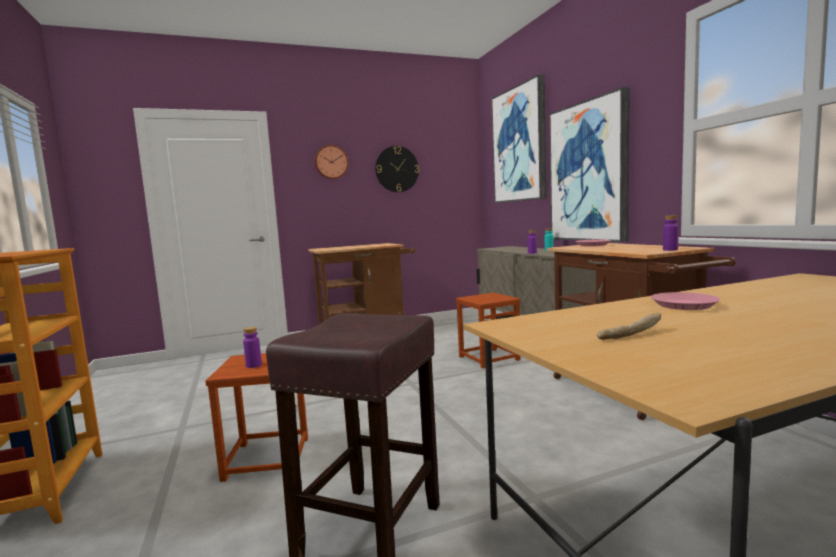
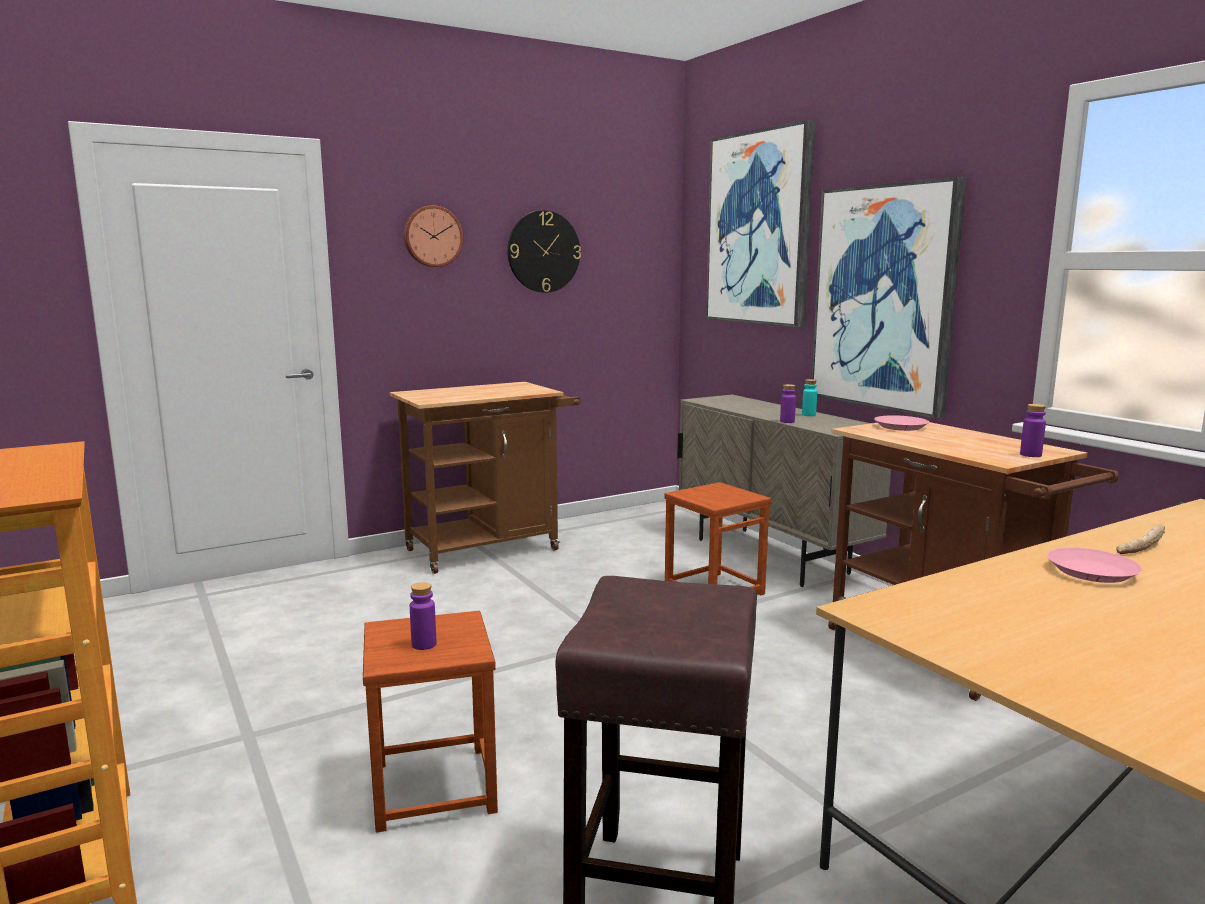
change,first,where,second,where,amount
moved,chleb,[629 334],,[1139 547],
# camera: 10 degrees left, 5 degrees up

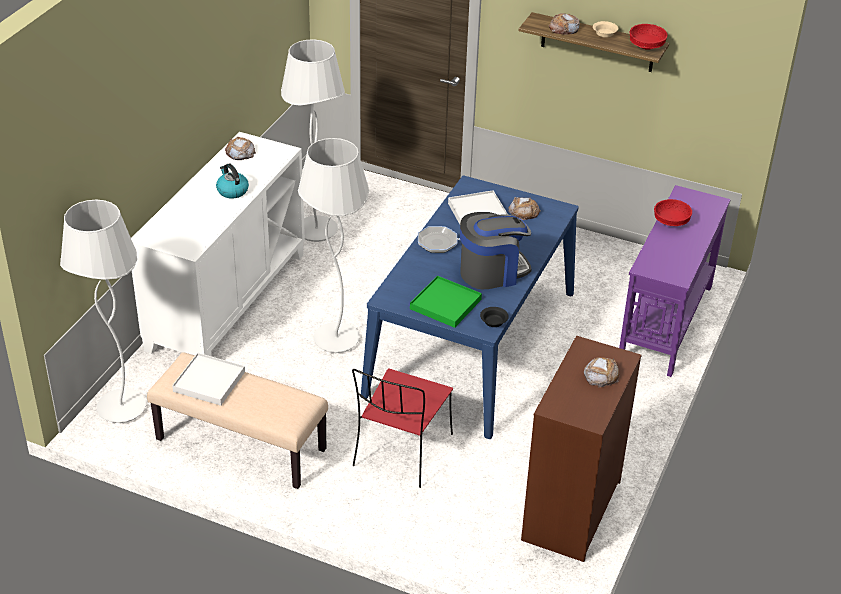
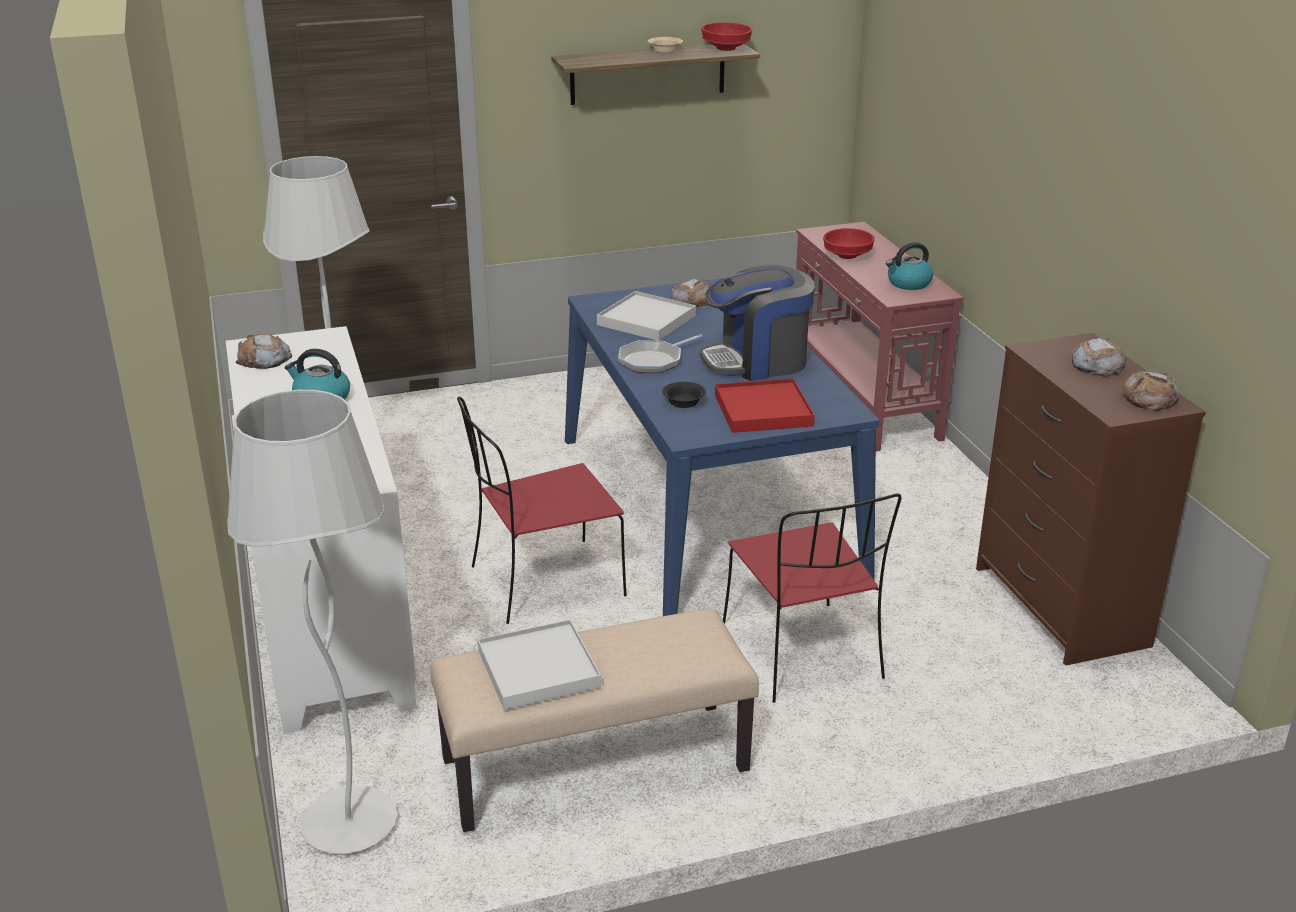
change,first,where,second,where,amount
added,,,czajnik,[908 283],
moved,miska (czarny),[493 321],,[682 402],
moved,chleb,[564 28],,[1150 398],
replaced,lampa stojąca (biały),[336 340],krzesło (czerwony),[543 582],
recoloured,taca (zielony),[445 304],taca (czerwony),[763 410],
recoloured,stolik konsolowy (fioletowy),[665 322],stolik konsolowy (czerwony),[863 399],
turned,ekspres do kawy,[492 271],,[757 361],135 degrees counterclockwise
# camera: 40 degrees left, 10 degrees down

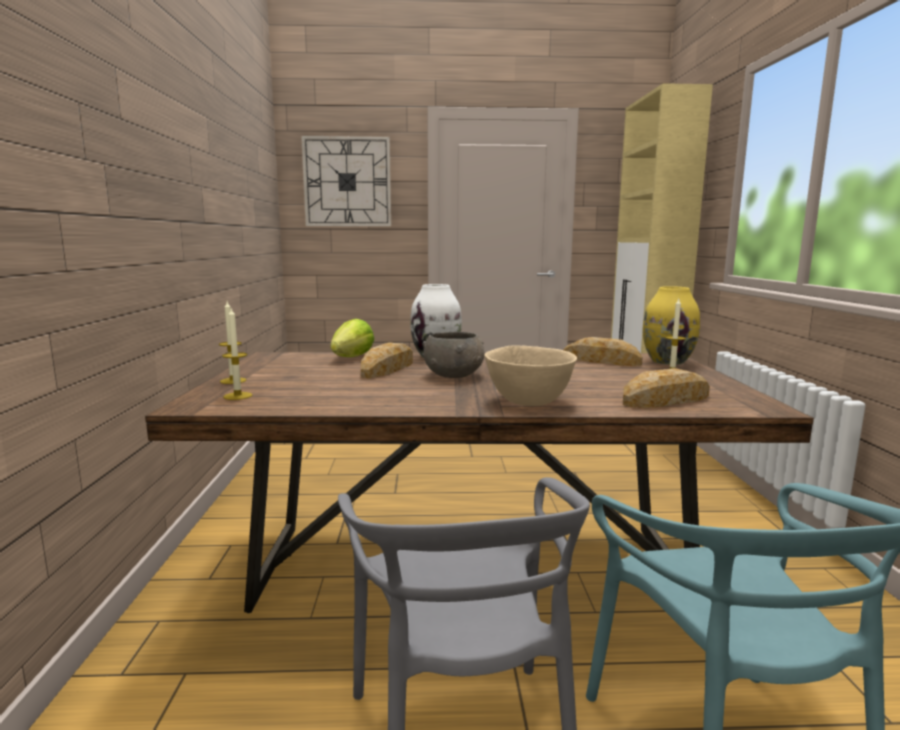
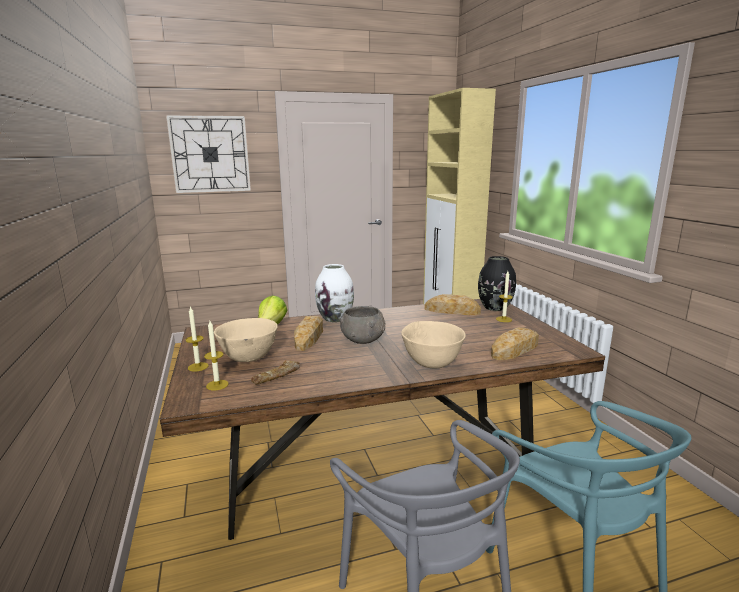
change,first,where,second,where,amount
added,,,miska (beżowy),[248 358],
added,,,chleb,[277 376],
recoloured,wazon (żółty),[668 361],wazon (czarny),[495 307],
# camera: 15 degrees left, 5 degrees up

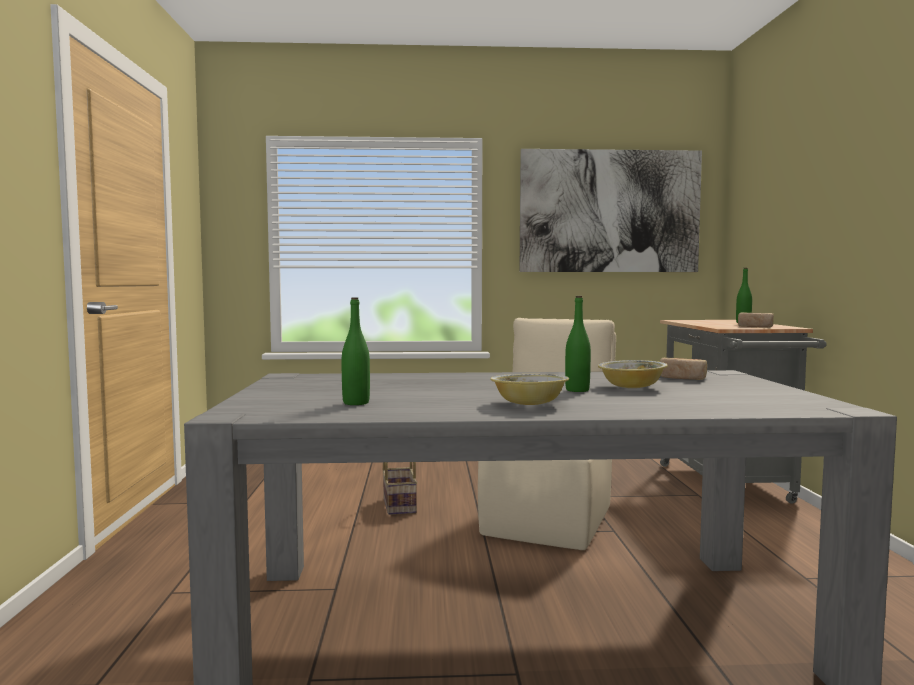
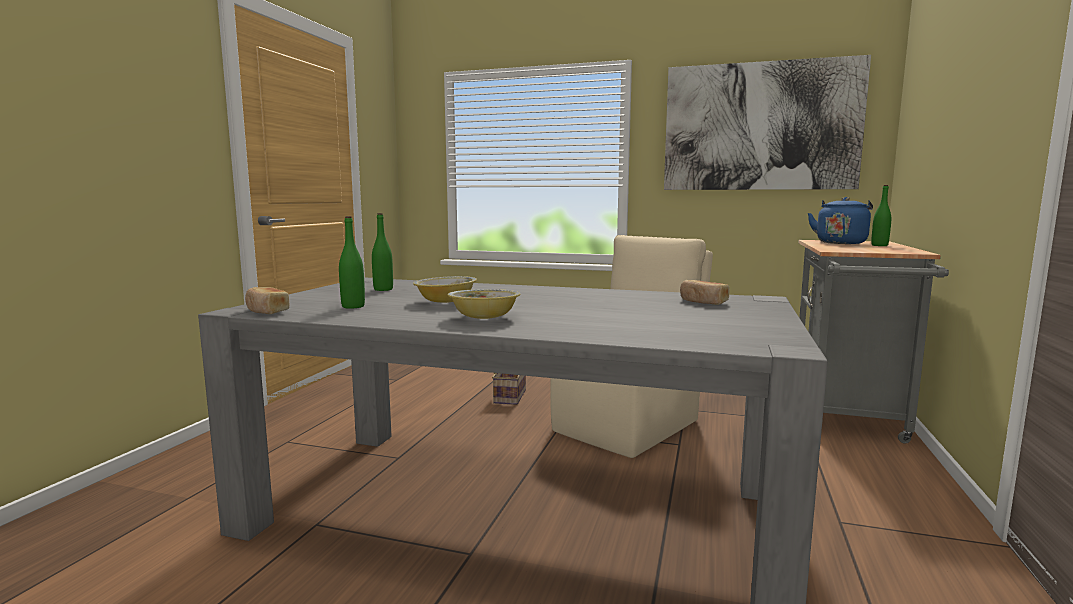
change,first,where,second,where,amount
added,,,czajnik (niebieski),[841 243],
moved,butelka (zielony),[577 390],,[383 289],
moved,miska,[631 387],,[445 301],
moved,chleb,[755 327],,[266 311],
# camera: 20 degrees right, 5 degrees up

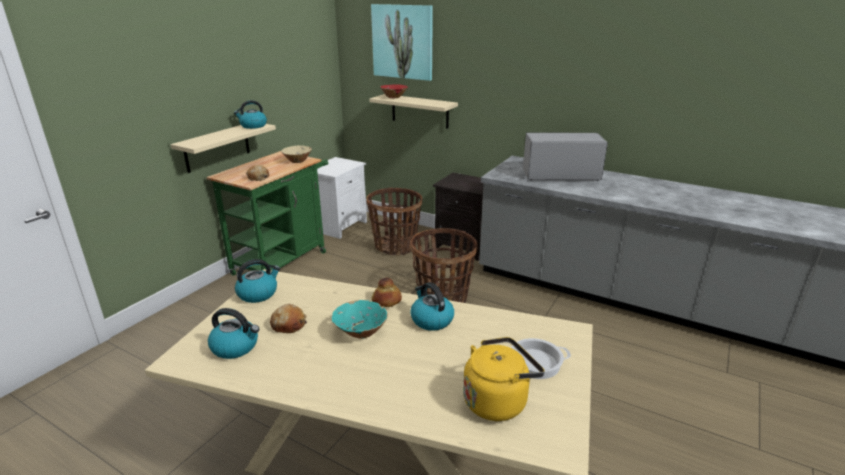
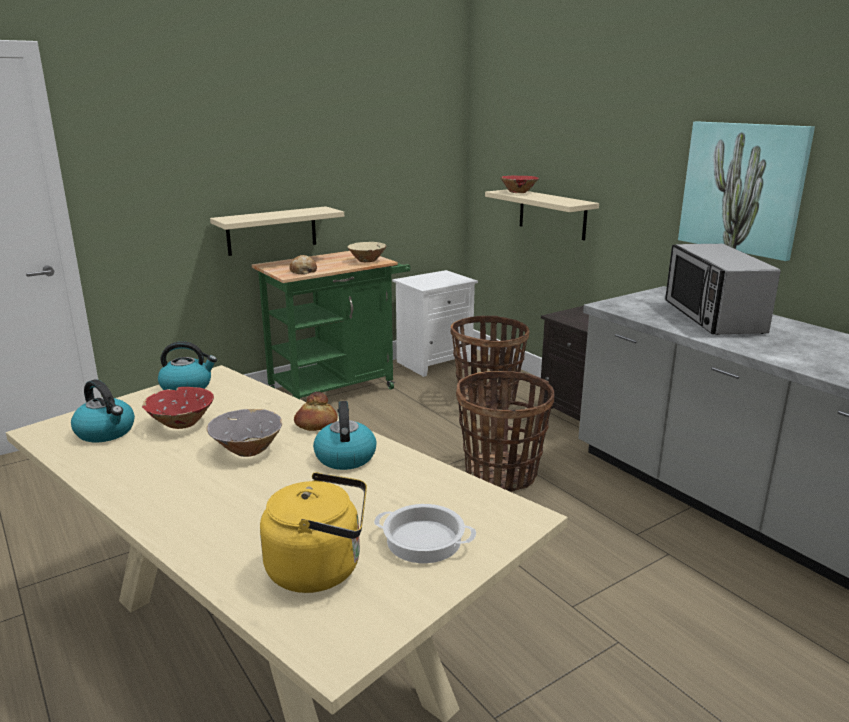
change,first,where,second,where,amount
removed,czajnik,[253 126],,,
moved,obraz,[402 42],,[742 188],
replaced,chleb,[289 324],miska (czerwony),[182 423],
recoloured,miska (turkusowy),[361 332],miska (szary),[248 449],
turned,mikrofalówka,[560 175],,[712 317],120 degrees counterclockwise
# camera: 25 degrees right, 5 degrees down

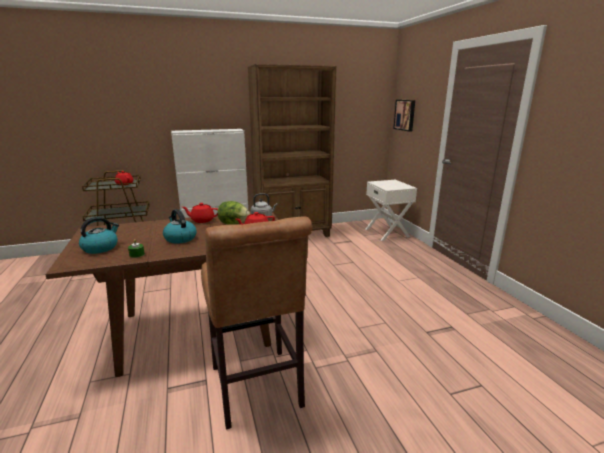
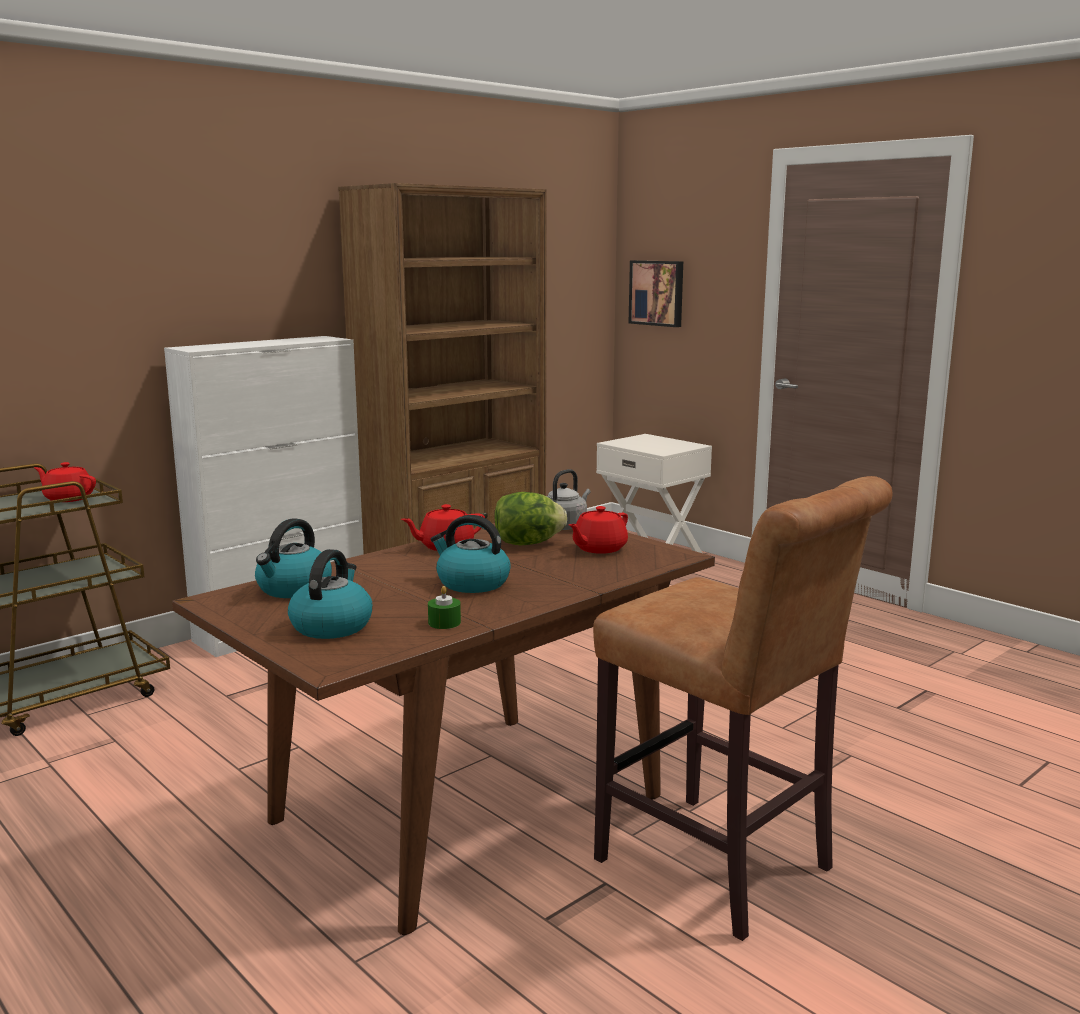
change,first,where,second,where,amount
added,,,czajnik,[294 589],
# camera: 25 degrees left, 5 degrees down

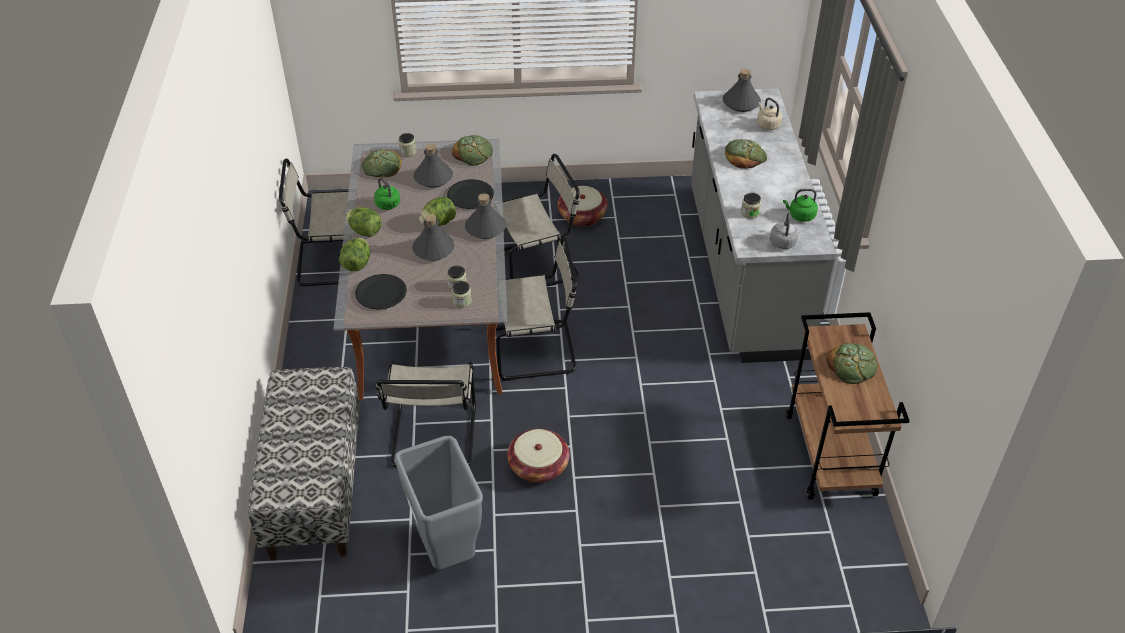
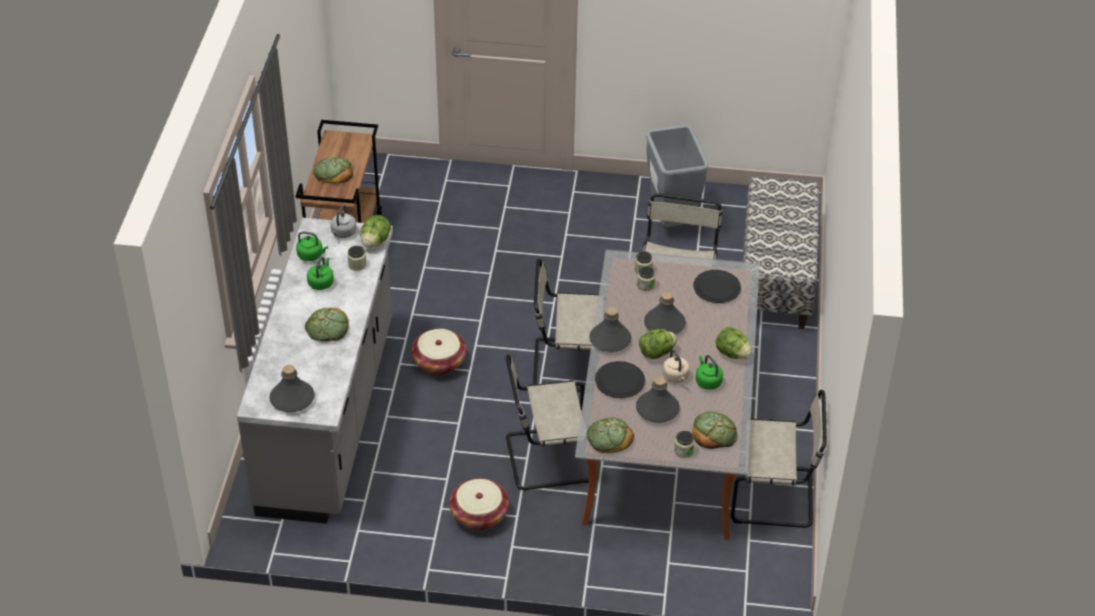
change,first,where,second,where,amount
added,,,czajnik (zielony),[321 282],
moved,sałata,[357 264],,[375 242],
moved,koszyk,[538 466],,[439 362],
moved,czajnik (beżowy),[767 125],,[676 377],
# camera: 170 degrees left, 0 degrees up

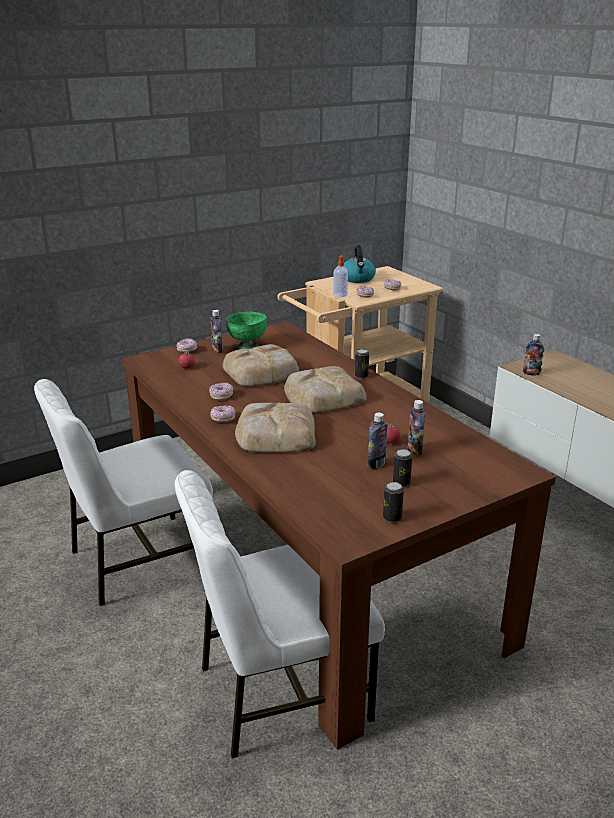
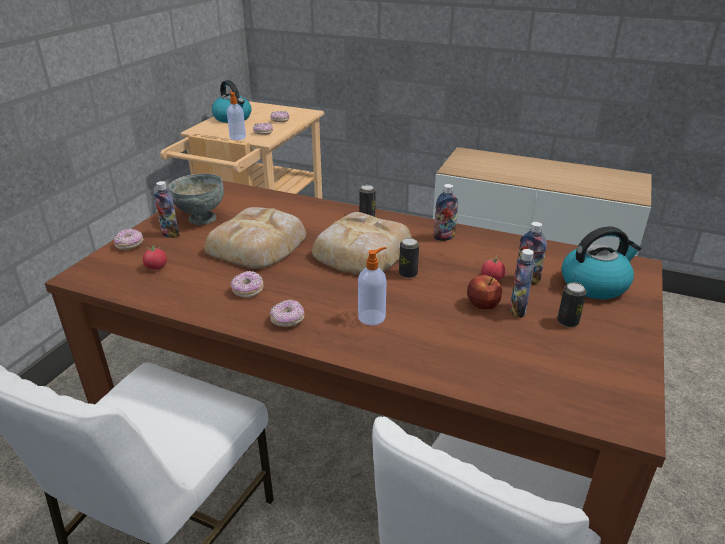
change,first,where,second,where,amount
added,,,jabłko,[482 305],
added,,,czajnik,[594 284],
moved,puszka,[392 517],,[408 273],
moved,butelka,[531 373],,[444 237],
replaced,chleb,[275 434],dozownik mydła,[372 317],
recoloured,miska (zielony),[247 346],miska (szary),[201 219],
# camera: 35 degrees left, 5 degrees up

